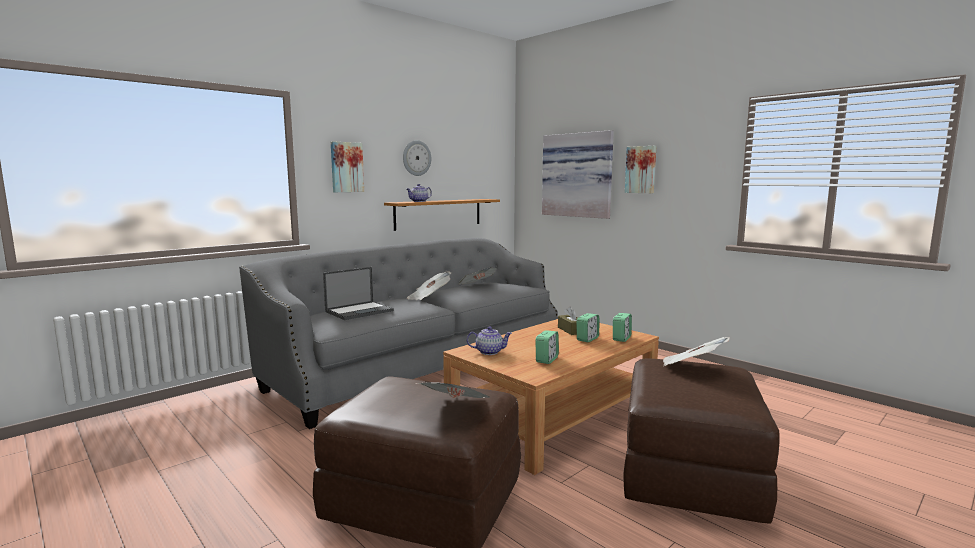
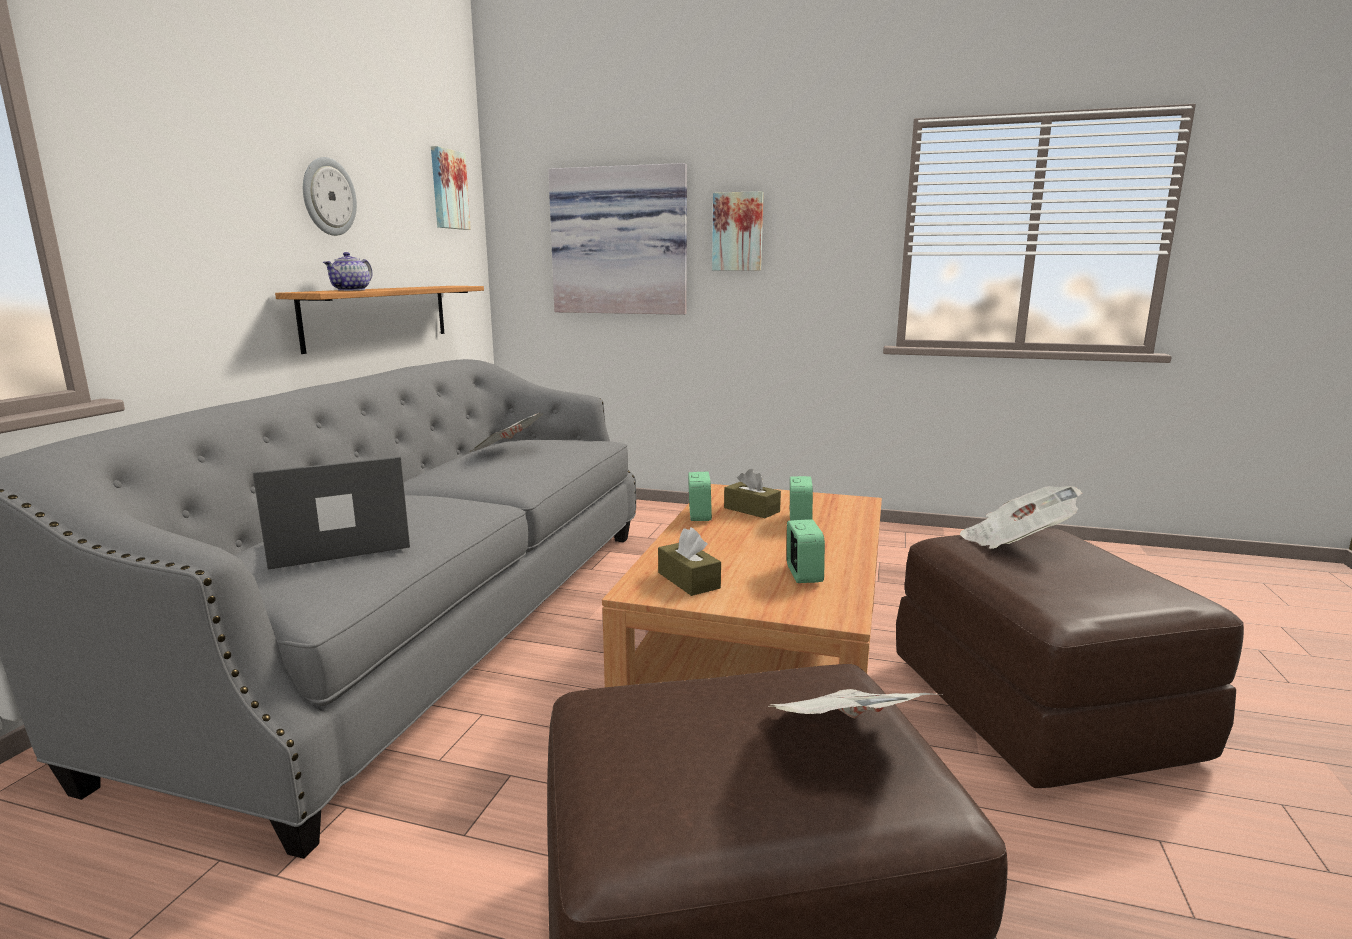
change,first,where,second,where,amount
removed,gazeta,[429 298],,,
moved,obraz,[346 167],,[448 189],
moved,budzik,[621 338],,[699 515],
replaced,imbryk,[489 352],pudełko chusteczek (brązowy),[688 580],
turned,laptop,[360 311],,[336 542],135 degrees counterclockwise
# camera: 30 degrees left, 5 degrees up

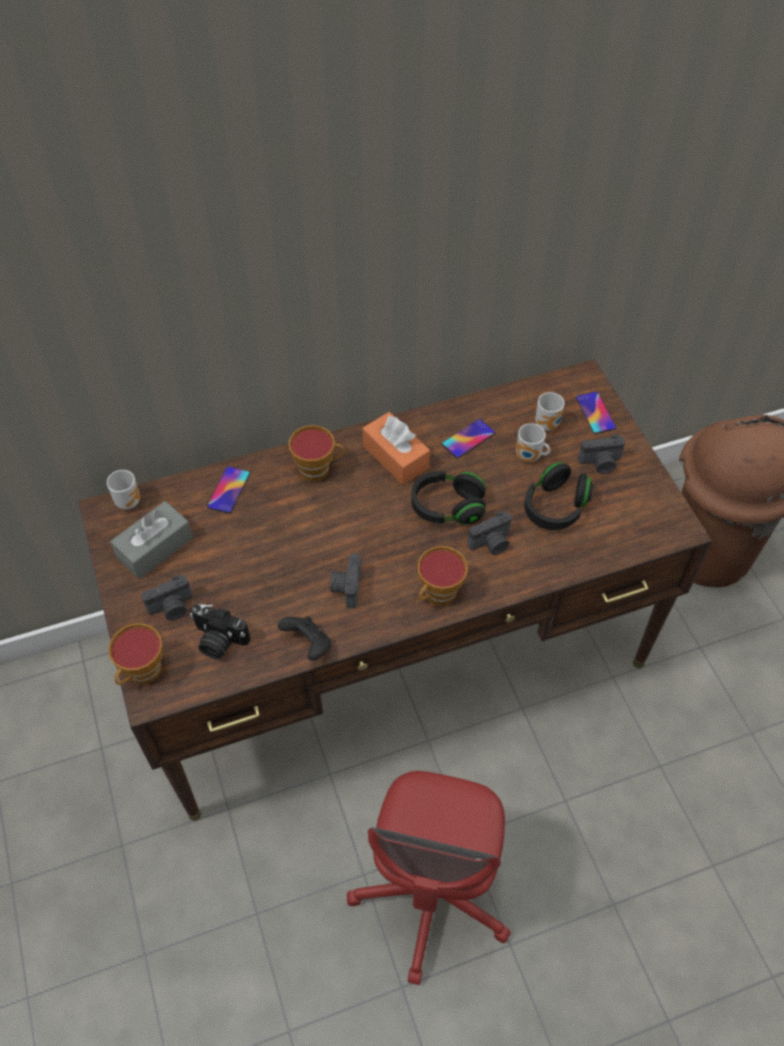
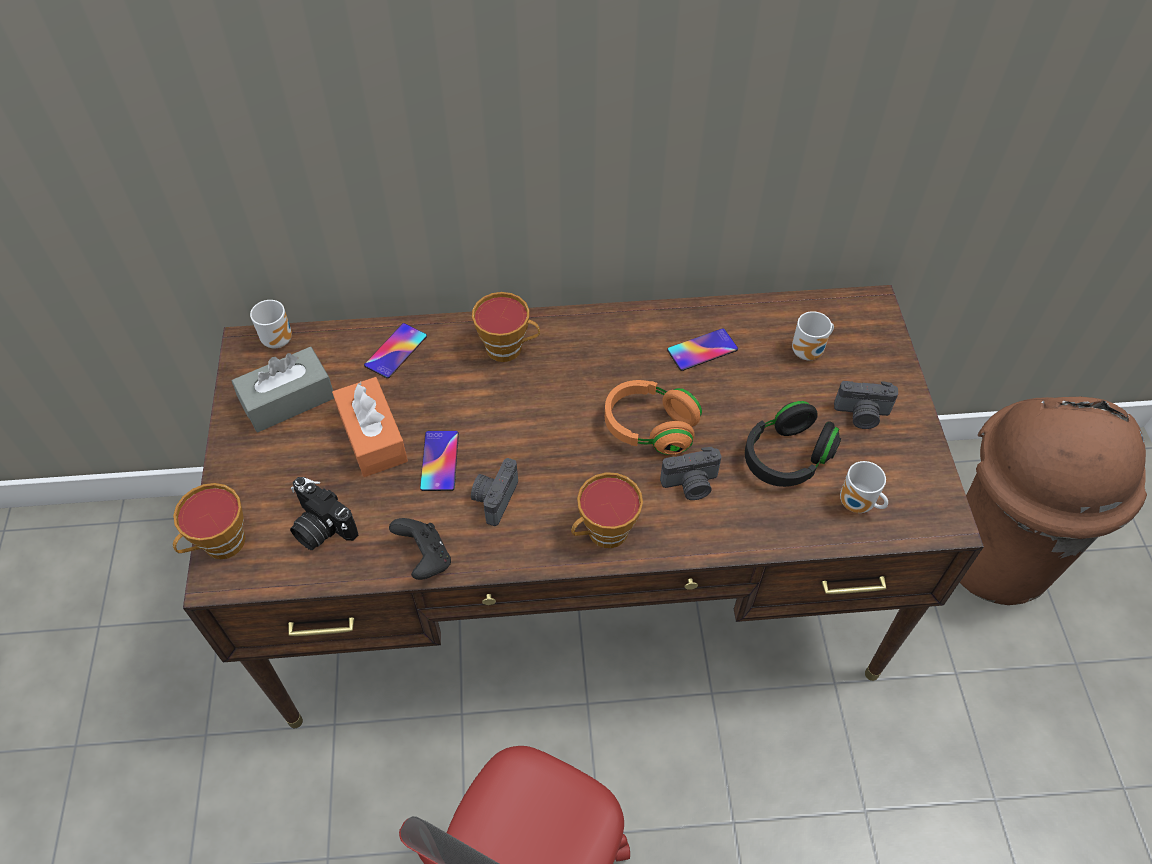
change,first,where,second,where,amount
removed,aparat fotograficzny,[172 608],,,
moved,pudełko chusteczek (pomarańczowy),[395 457],,[373 437],
moved,kubek,[529 457],,[857 505],
moved,telefon,[595 413],,[439 461],
recoloured,słuchawki (czarny),[447 507],słuchawki (pomarańczowy),[650 428],
# camera: 15 degrees right, 0 degrees up

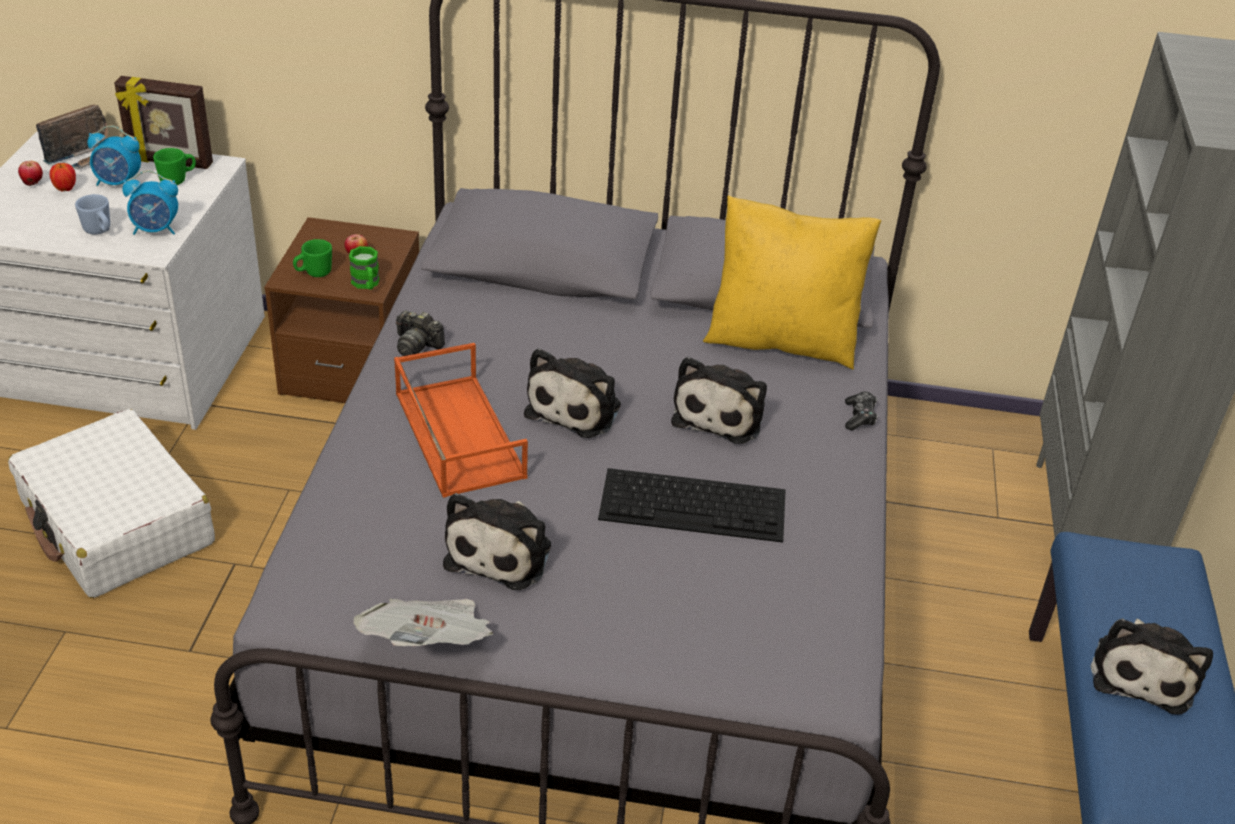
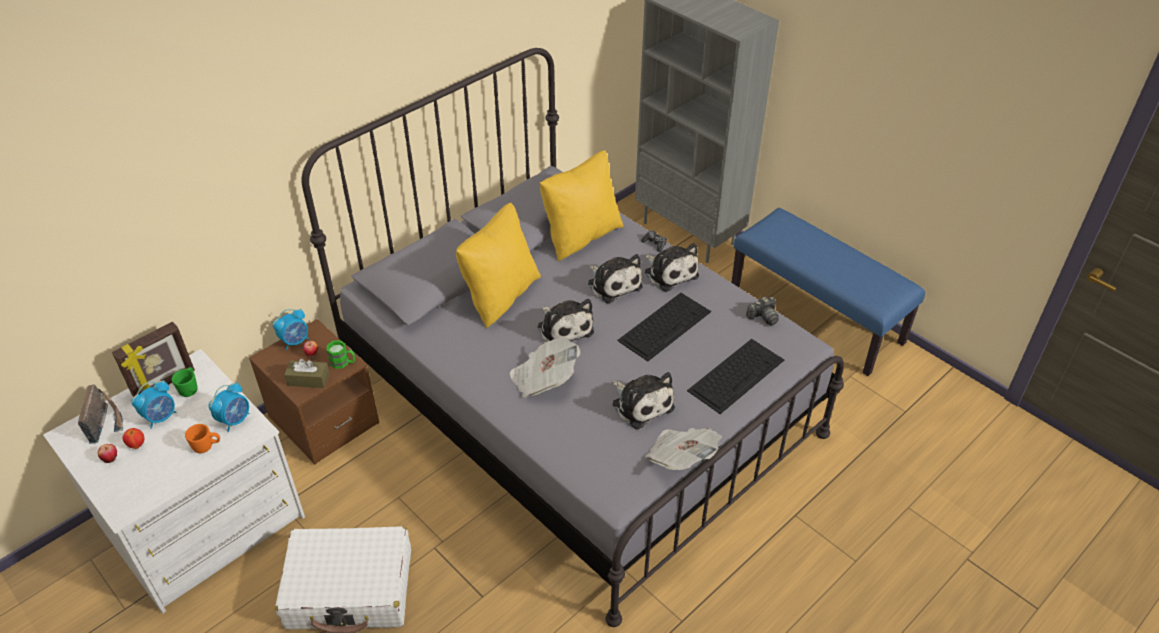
change,first,where,second,where,amount
added,,,budzik,[295 341],
added,,,poduszka (żółty),[500 296],
added,,,klawiatura,[736 374],
moved,aparat fotograficzny,[416 345],,[763 317],
moved,pluszak,[1142 672],,[669 273],
replaced,kubek (zielony),[314 273],pudełko chusteczek (brązowy),[308 379],
replaced,taca (pomarańczowy),[457 434],gazeta,[544 379],
recoloured,kubek (niebieski),[99 231],kubek (pomarańczowy),[207 446],
# camera: 50 degrees left, 5 degrees up

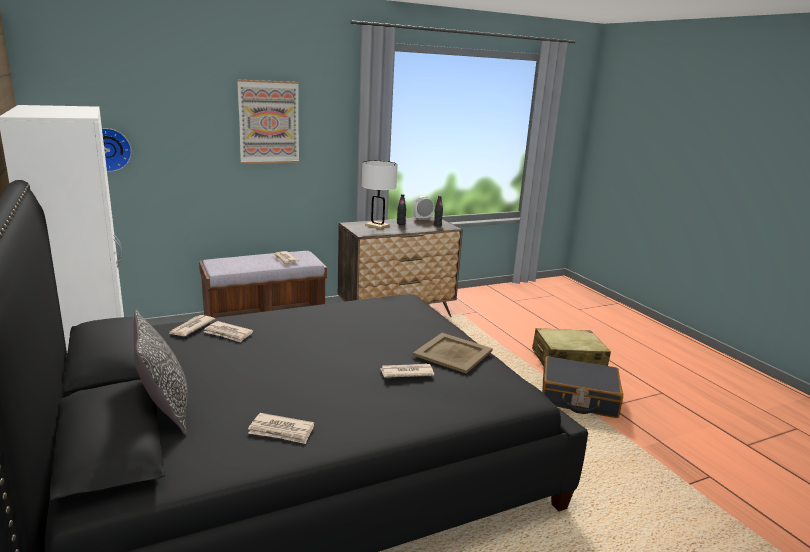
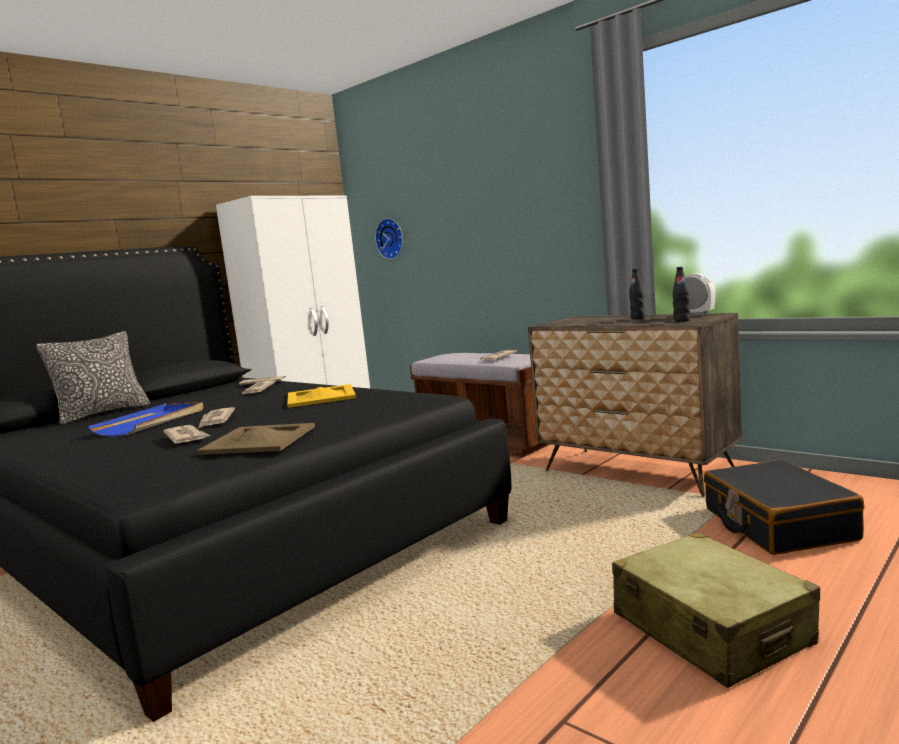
change,first,where,second,where,amount
removed,obraz,[269 122],,,
removed,lampa stołowa (biały),[377 225],,,
added,,,taca (niebieski),[152 422],
added,,,taca (żółty),[321 396],
moved,gazeta,[281 431],,[215 420],
moved,walizka (czarny),[578 398],,[777 524],
# camera: 70 degrees right, 10 degrees down

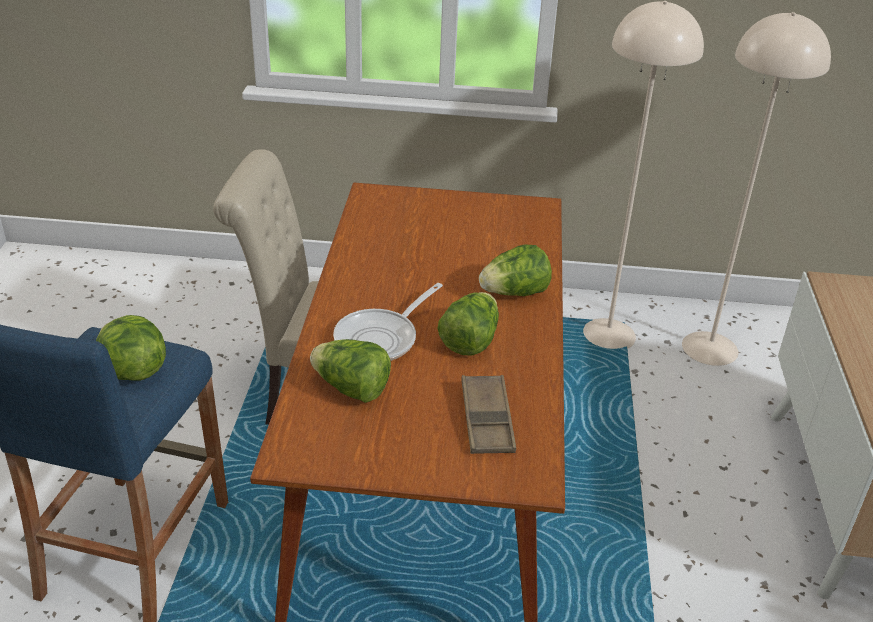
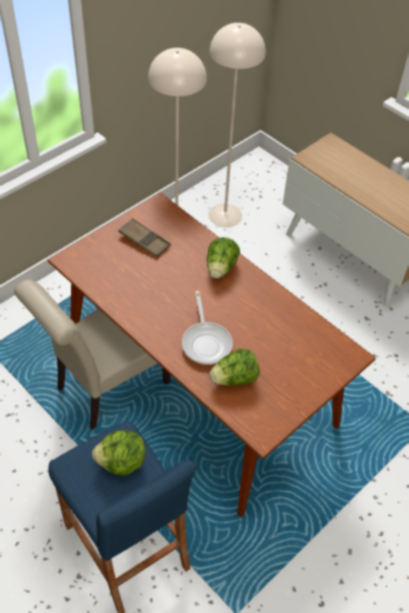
change,first,where,second,where,amount
removed,sałata,[470 341],,,
moved,taca (brązowy),[487 420],,[144 240],
# camera: 50 degrees left, 15 degrees up

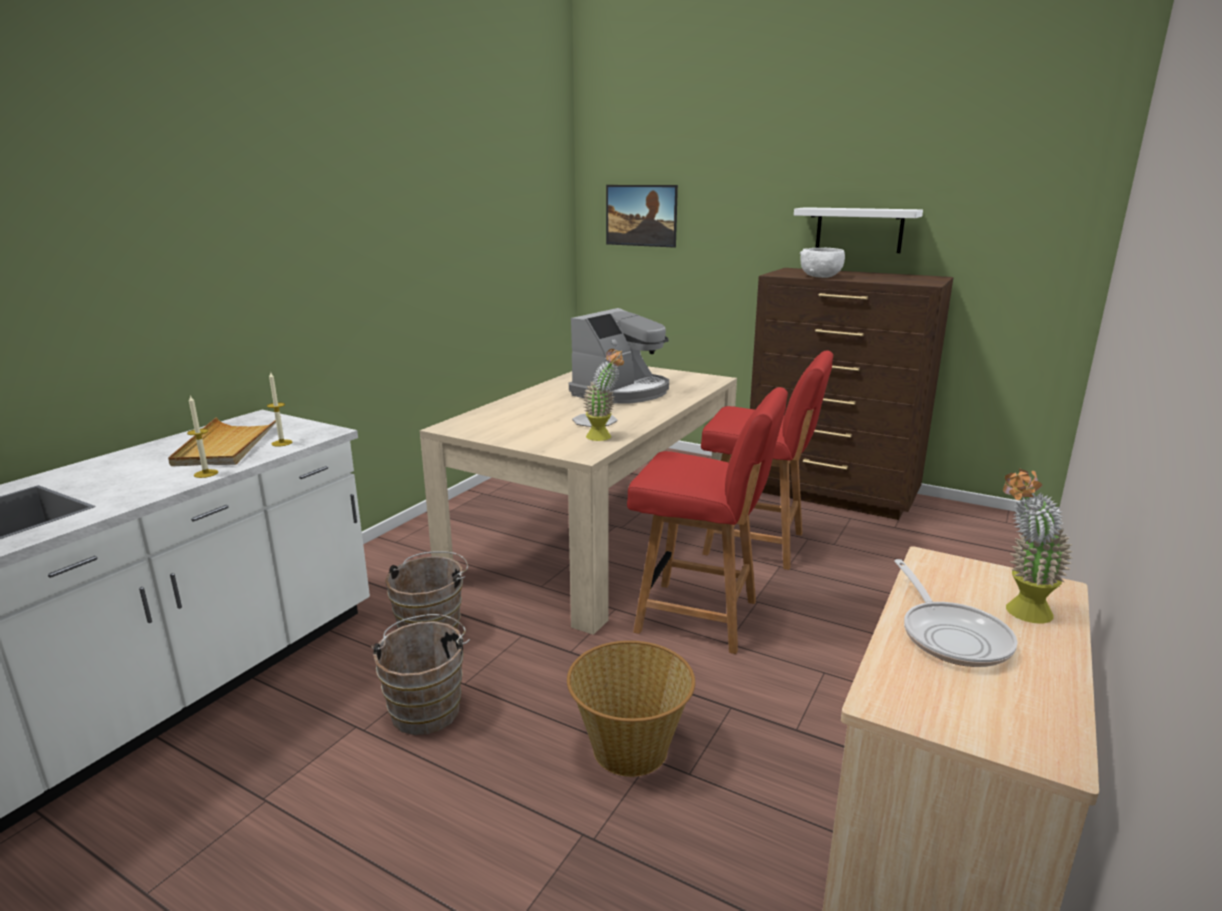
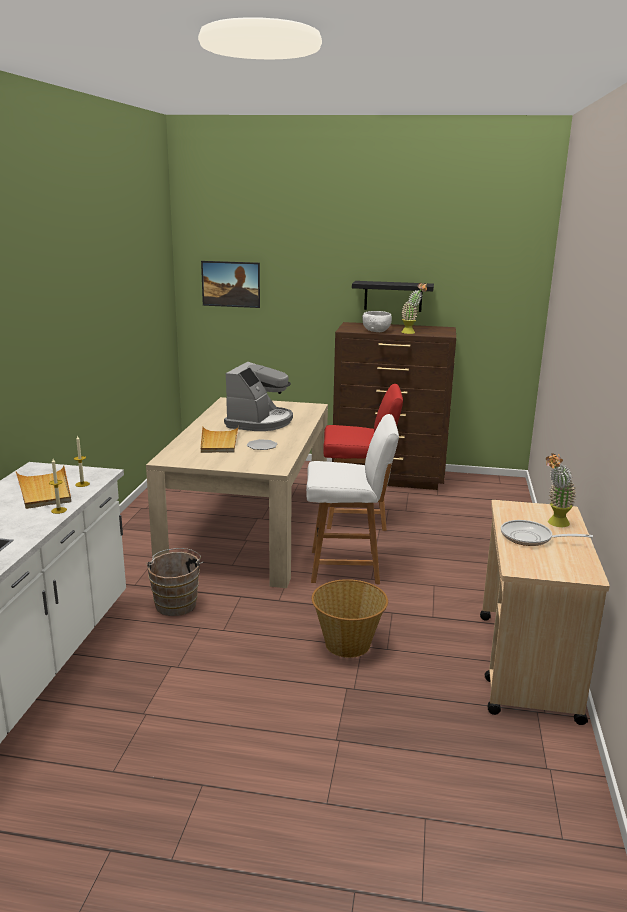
change,first,where,second,where,amount
removed,wiadro (brązowy),[427 707],,,
added,,,taca (beżowy),[219 442],
moved,roślina doniczkowa,[604 438],,[411 332],
recoloured,krzesło (czerwony),[700 617],krzesło (biały),[347 567],
recoloured,półka (biały),[859 230],półka (czarny),[393 296],
turned,patelnia,[951 636],,[531 538],135 degrees clockwise
# camera: 20 degrees left, 0 degrees up

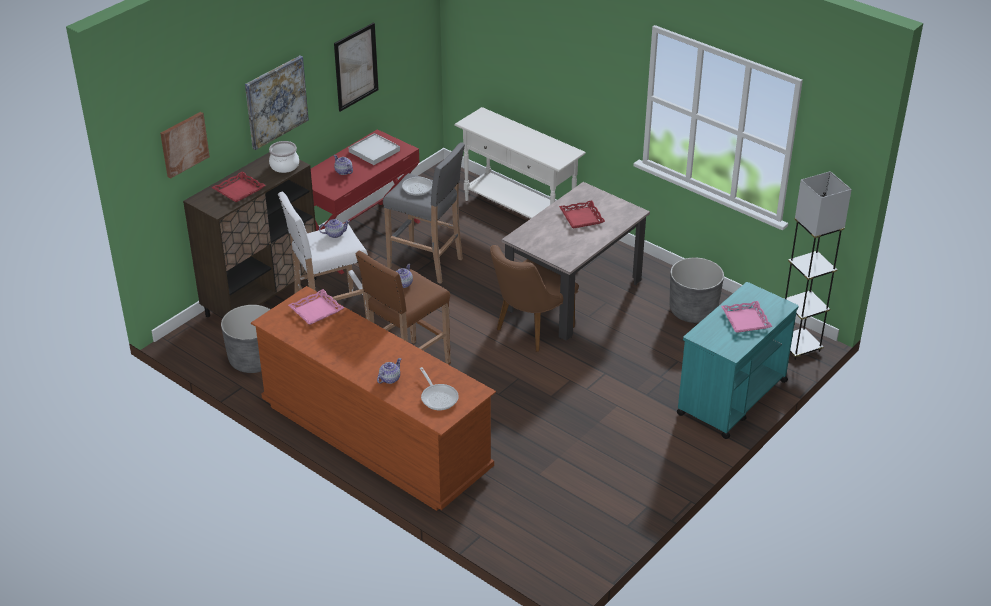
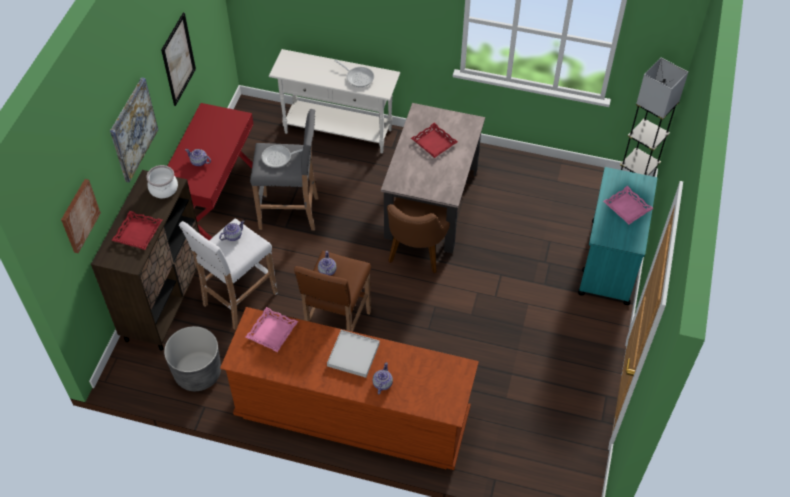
change,first,where,second,where,amount
removed,donica (szary),[693 310],,,
moved,taca (biały),[374 151],,[353 355],
moved,patelnia,[438 397],,[358 77],
# camera: 25 degrees left, 15 degrees up

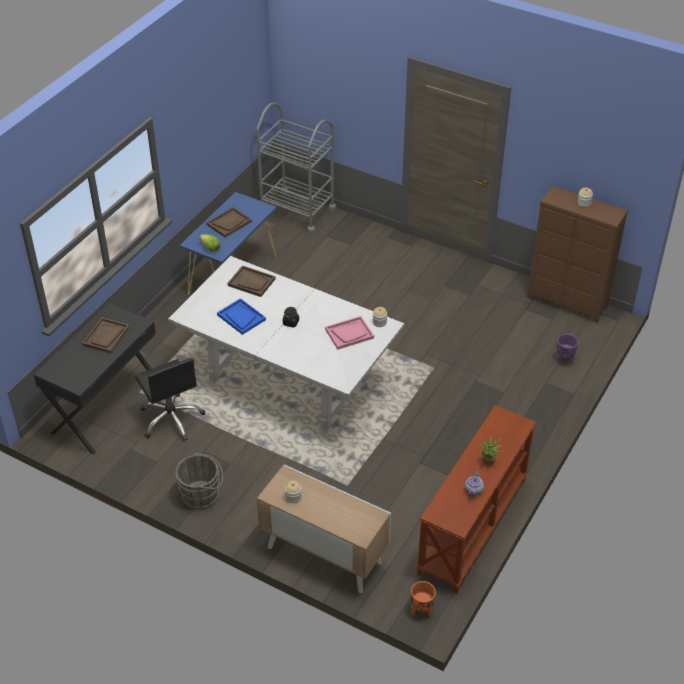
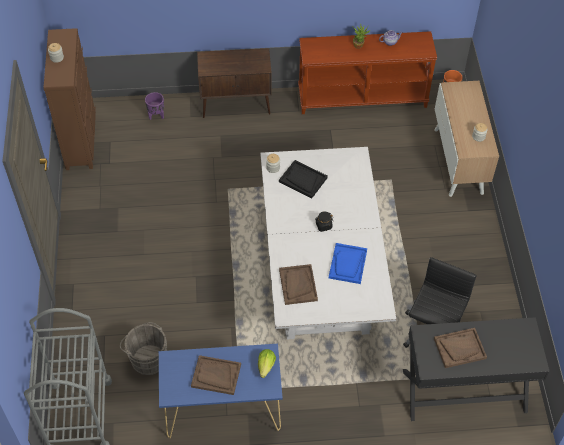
change,first,where,second,where,amount
added,,,szafka (brązowy),[236 105],
moved,wiadro (szary),[202 495],,[147 358],
recoloured,taca (różowy),[349 333],taca (czarny),[303 180],
# camera: 125 degrees left, 10 degrees up

